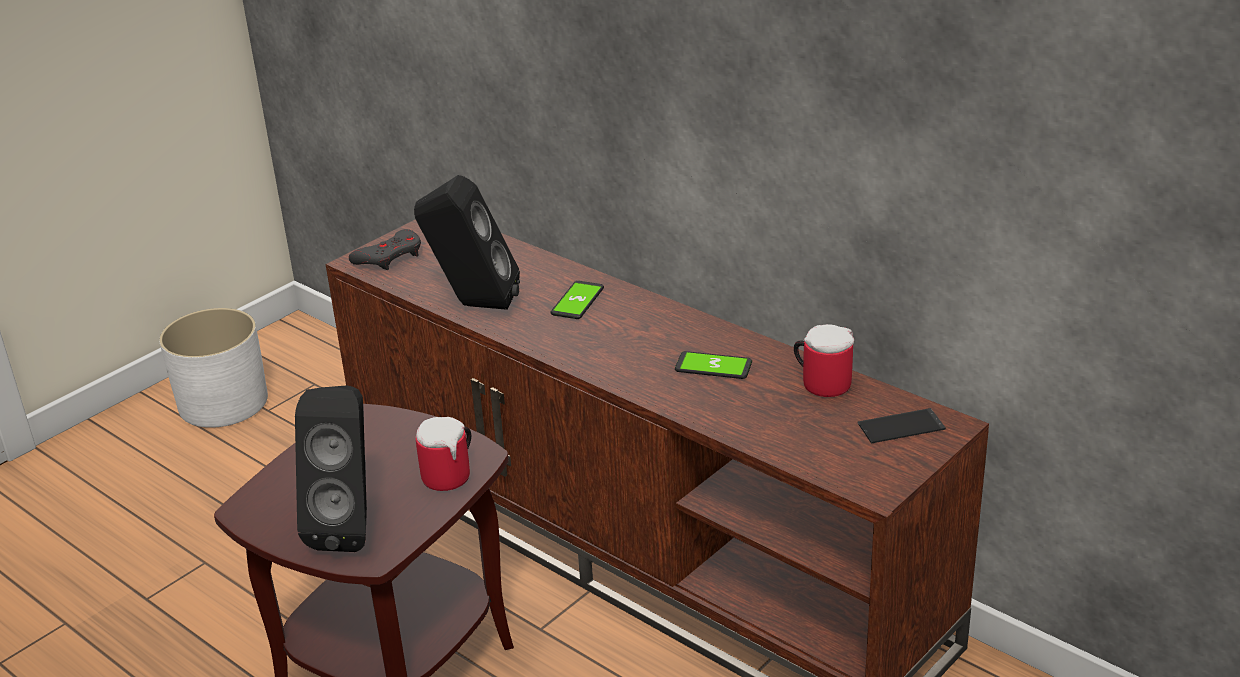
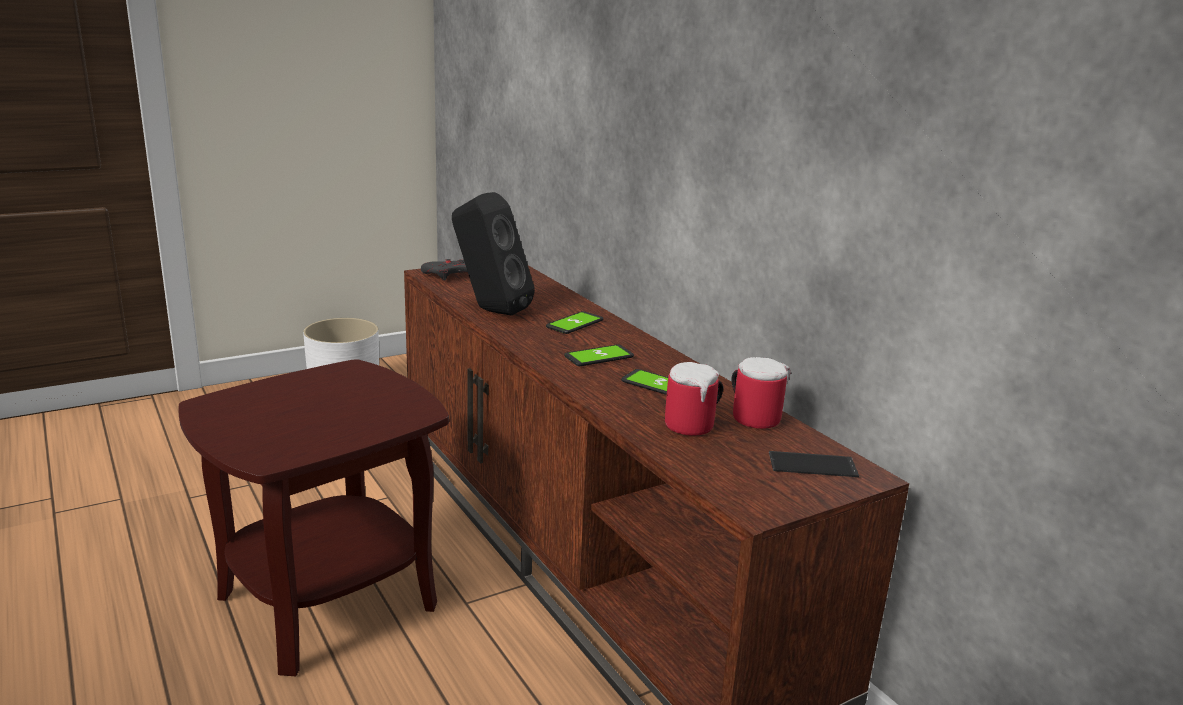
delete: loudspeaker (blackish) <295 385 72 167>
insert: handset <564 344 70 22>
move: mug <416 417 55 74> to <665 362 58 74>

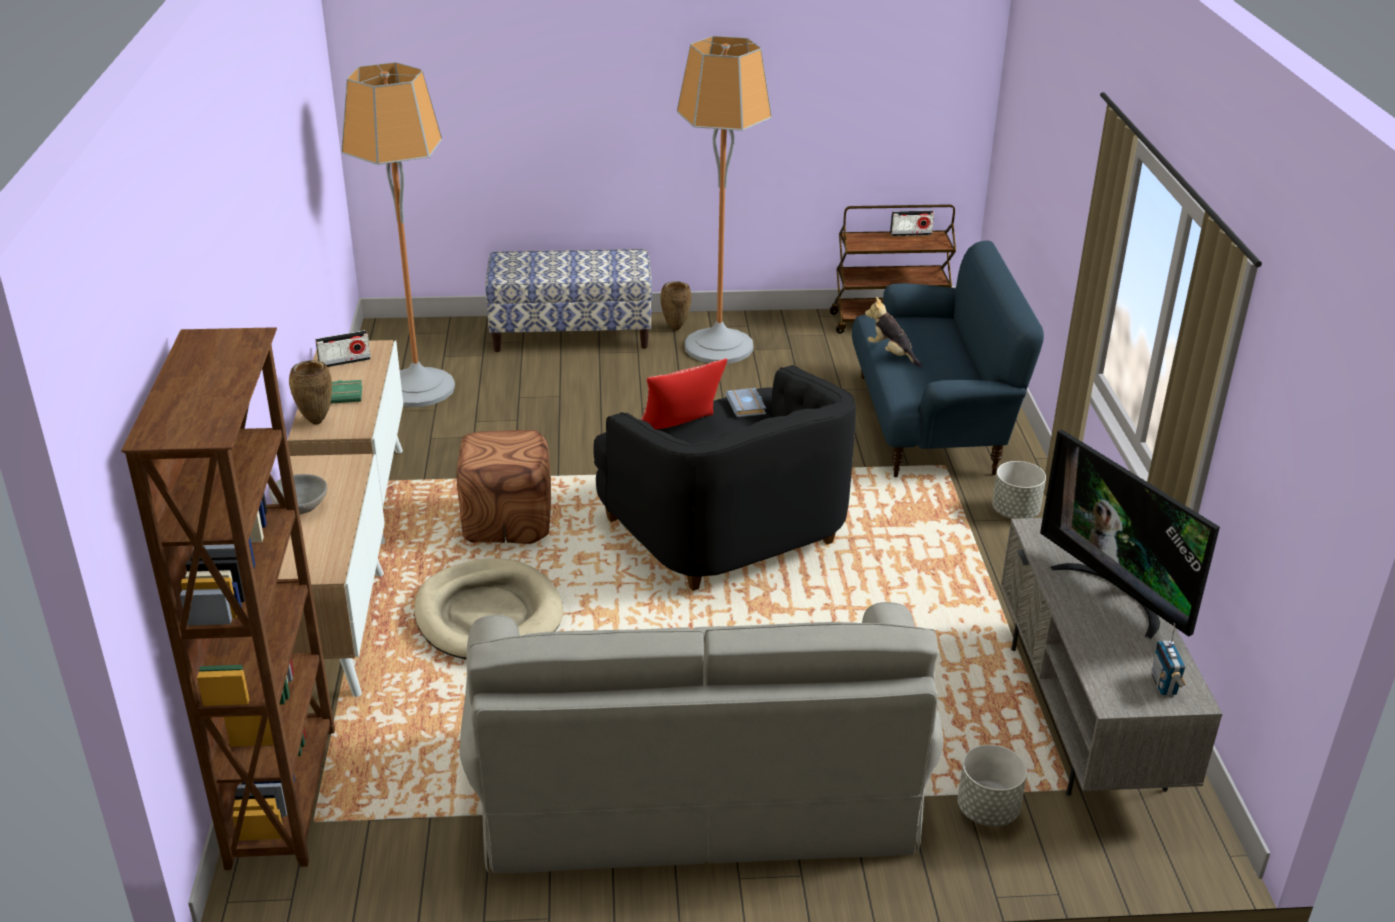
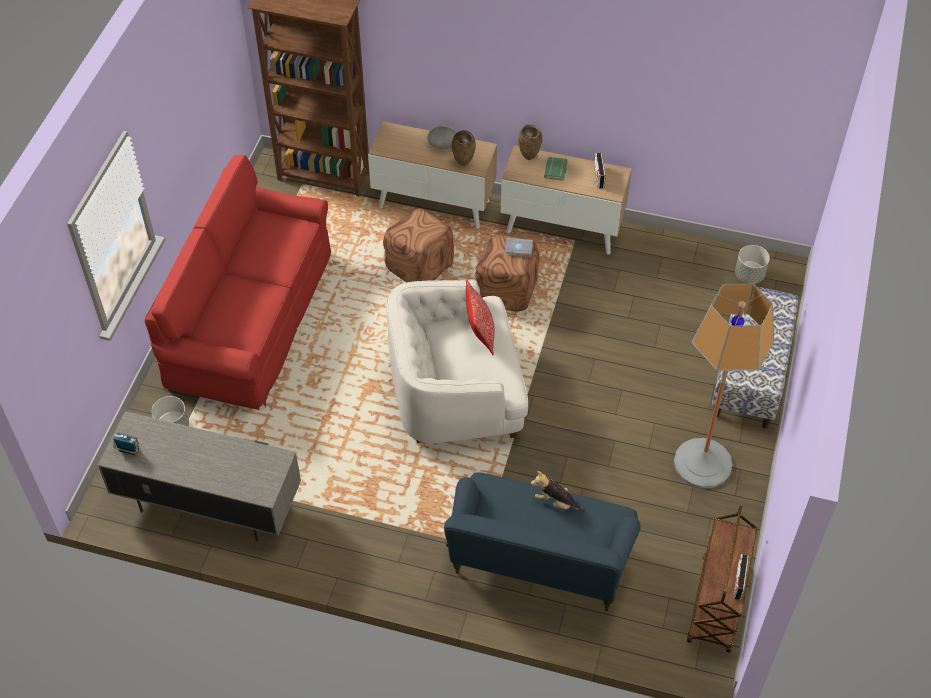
delete: floor lamp <341 62 114 345>; TV <1040 430 180 209>
move: decorative vase (brownish) <660 281 31 49> to <452 130 24 36>; volume (greyish) <725 388 41 29> to <505 238 28 19>; planter (greyish) <992 461 54 58> to <735 245 35 39>
replace: dog bed (sand-coloured) <414 558 149 102> to ottoman (brownish) <383 208 71 74>
recolor: couch (greyish) <460 602 484 271> to couch (red) <145 155 186 255>; easy chair (blackish) <593 365 263 226> to easy chair (whitish) <386 279 142 164>
rotate: plush toy <865 297 57 70> = <531 471 54 41> 135 degrees counterclockwise

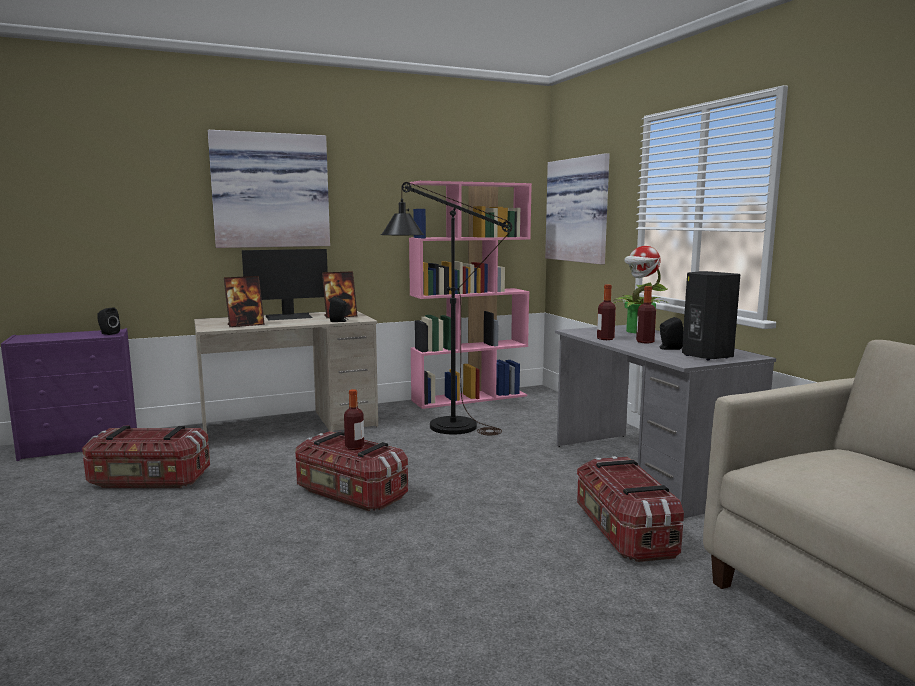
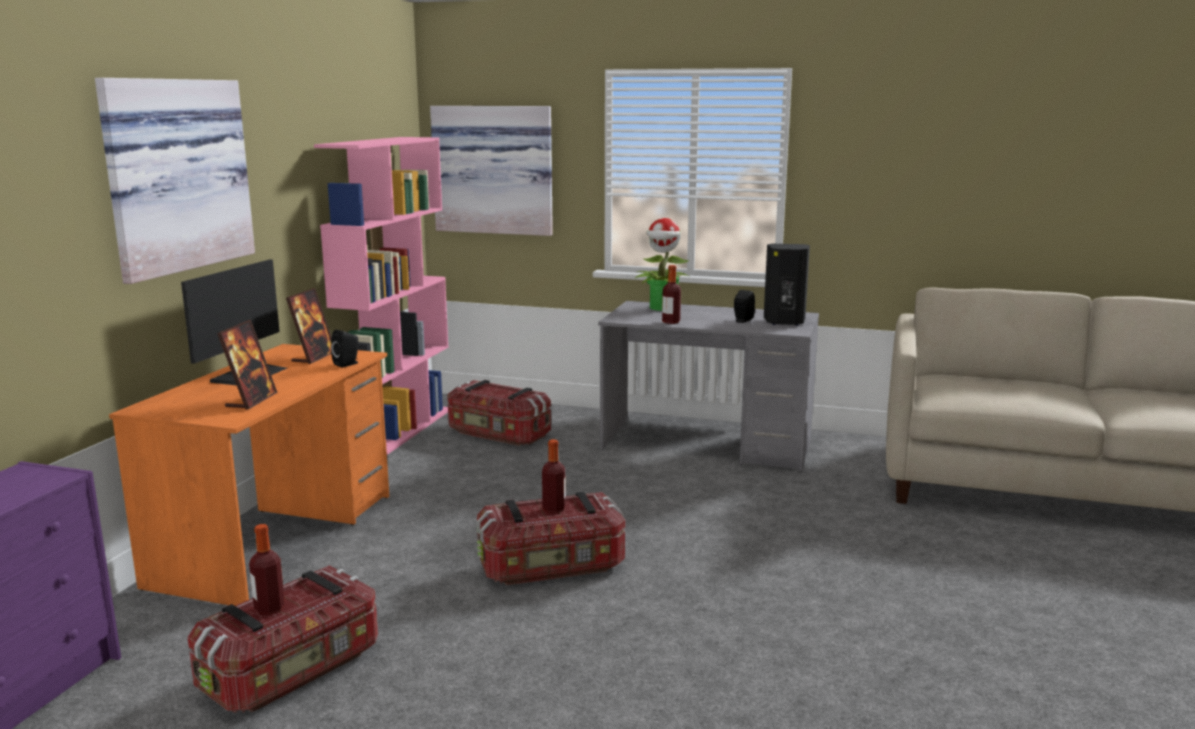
delete: loudspeaker (blackish) <97 307 23 28>; floor lamp (blackish) <381 182 131 253>
move: drink bottle <636 286 20 57> to <249 524 36 91>; storage container <577 456 107 106> to <447 380 104 66>
recolor: desk (sand-coloured) <194 311 184 132> to desk (orange-coloured) <109 344 280 262>

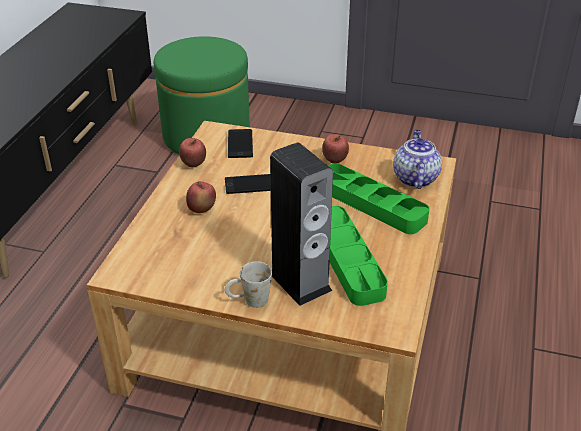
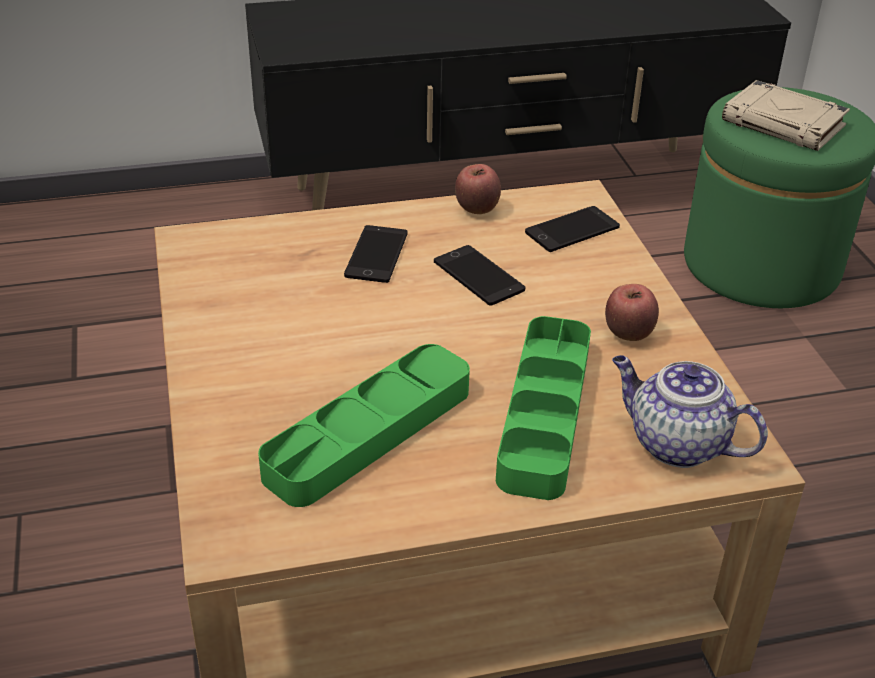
delete: mug (whitish) <225 261 47 47>; loudspeaker <270 142 63 164>
insert: volume (sand-coloured) <722 80 128 71>
replace: whole apple <186 181 30 32> to handset <344 225 64 58>
rotate: tea pot <393 129 49 60> = <612 355 156 113> 120 degrees counterclockwise

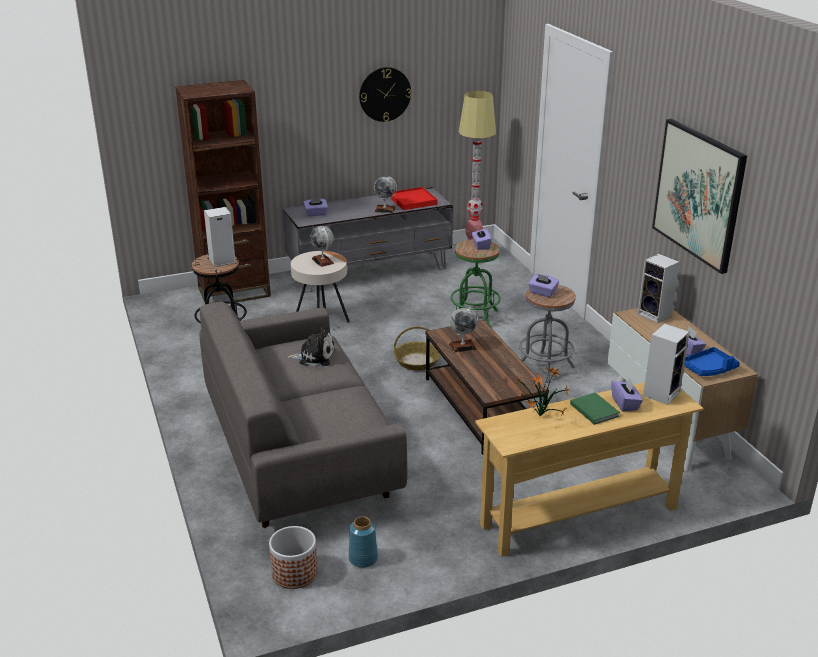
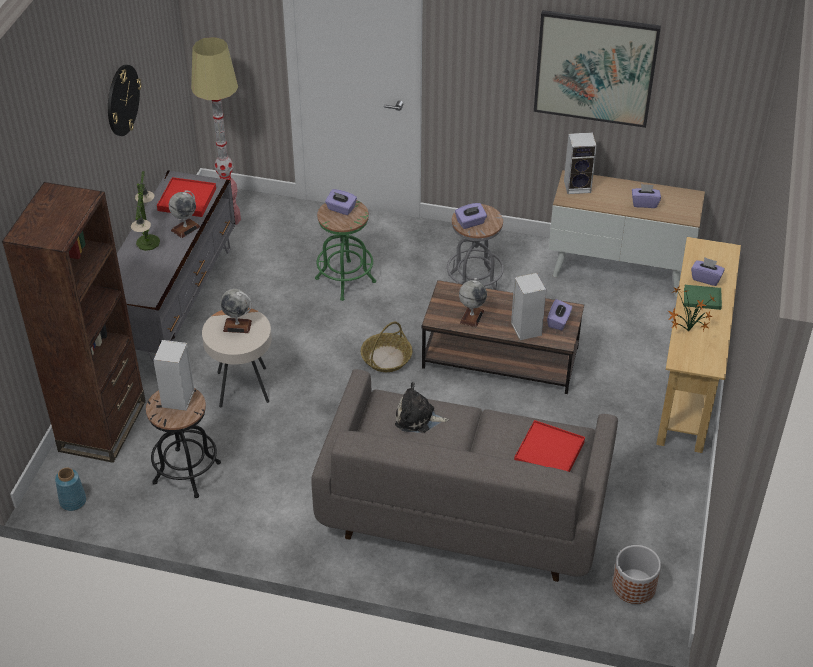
delete: carrying tray (blue) <684 347 56 29>
insert: lamp for a table <131 171 29 80>; carrying tray (red) <514 420 71 52>
move: decorative vase (blue) <349 516 29 52> to <55 468 31 43>; loudspeaker <643 324 47 81> to <511 273 35 67>; box of tissues (purplish) <303 198 25 18> to <547 299 25 31>
rotate: plush toy <287 326 48 41> = <395 382 54 51> 120 degrees counterclockwise

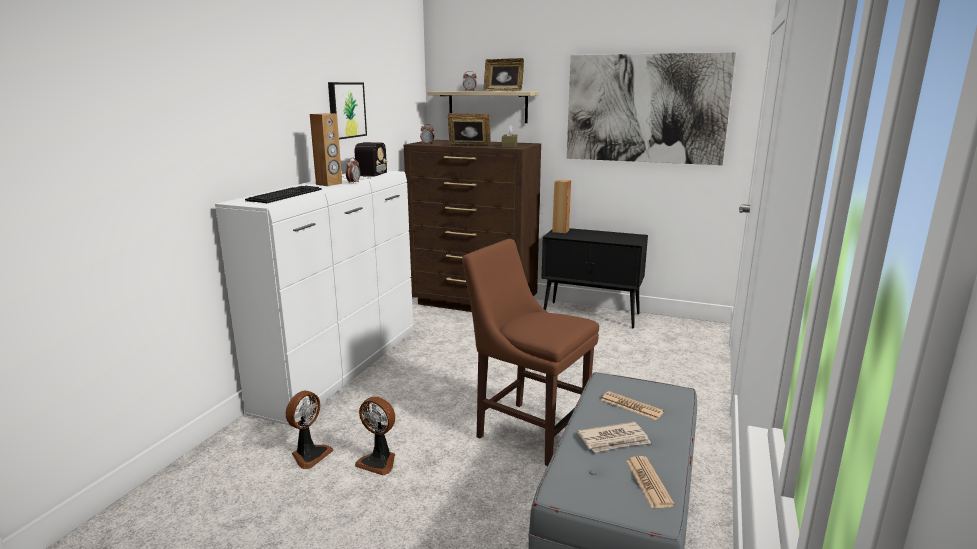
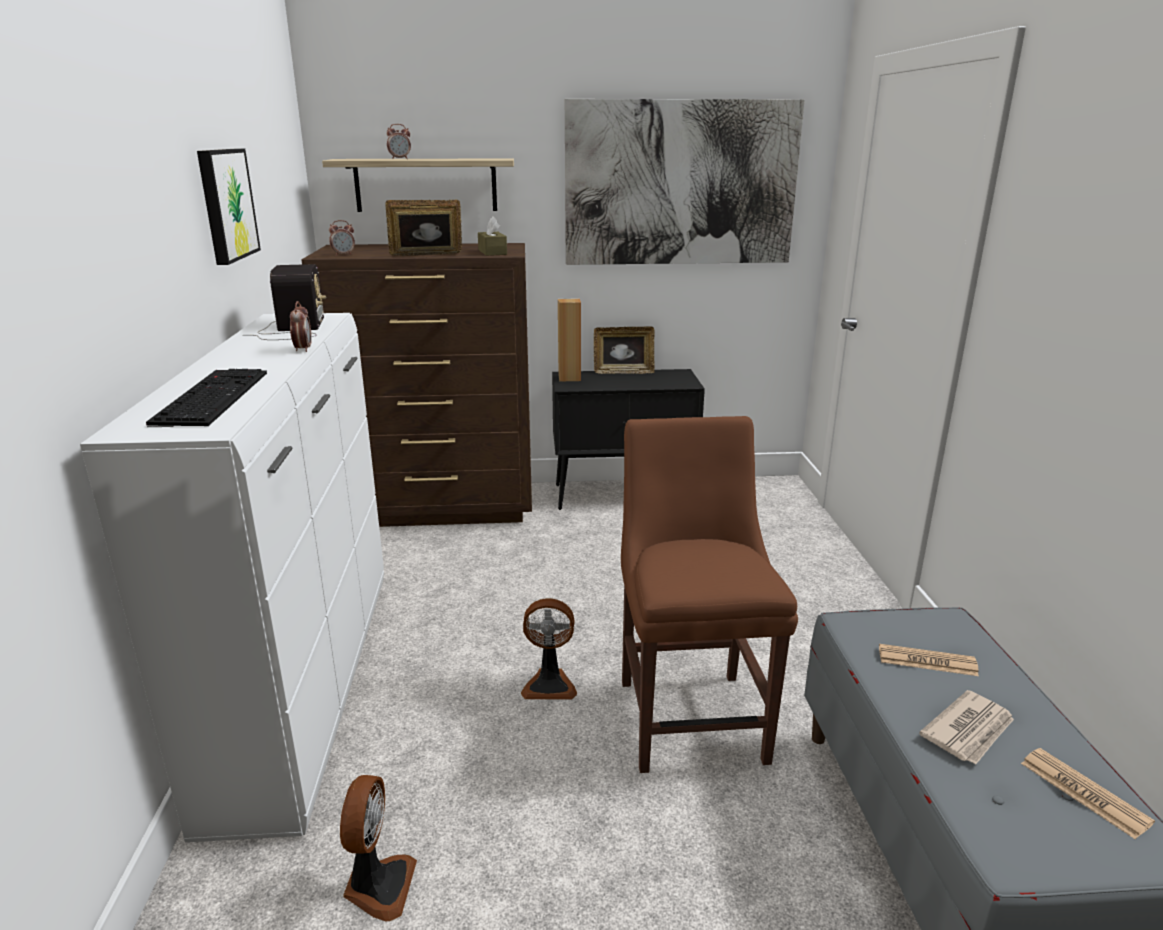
delete: loudspeaker (brownish) <310 113 32 73>
move: electric fan <355 396 40 79> to <521 598 56 101>; picture frame <483 58 41 33> to <594 327 61 47>
rotate: chair (brownish) <462 239 137 227> = <621 416 177 357> 75 degrees clockwise

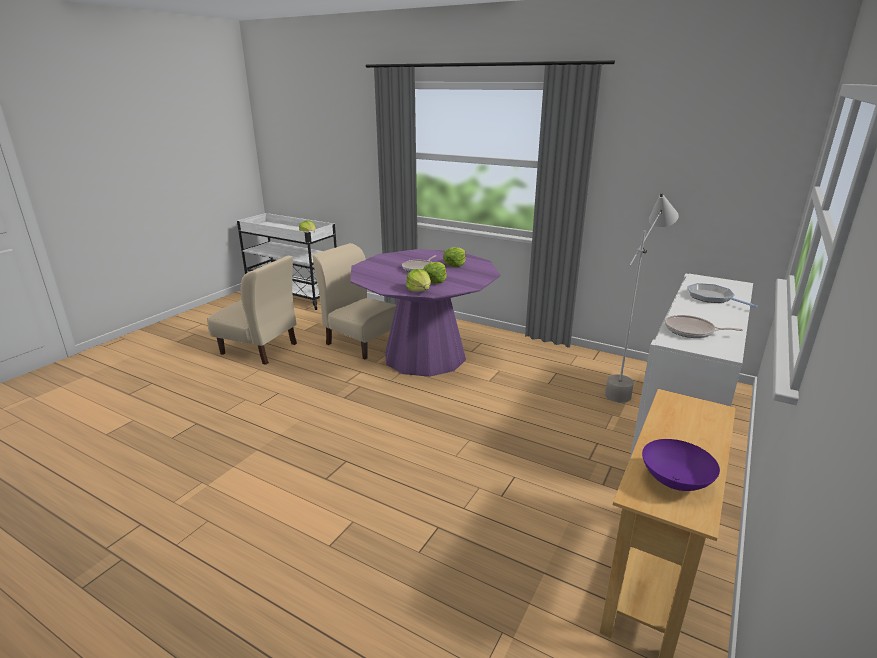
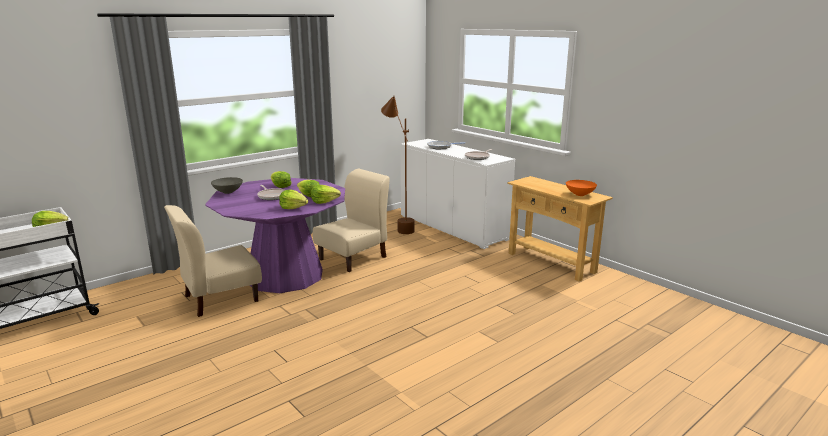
insert: bowl (greyish) <211 177 32 17>; head of lettuce <279 190 29 19>
move: chair (sand-coloured) <207 256 90 109> to <313 169 77 103>
recolor: floor lamp (greyish) <605 193 74 210> to floor lamp (brownish) <381 96 34 138>; bowl (purplish) <642 439 78 52> to bowl (orange-coloured) <566 180 31 16>

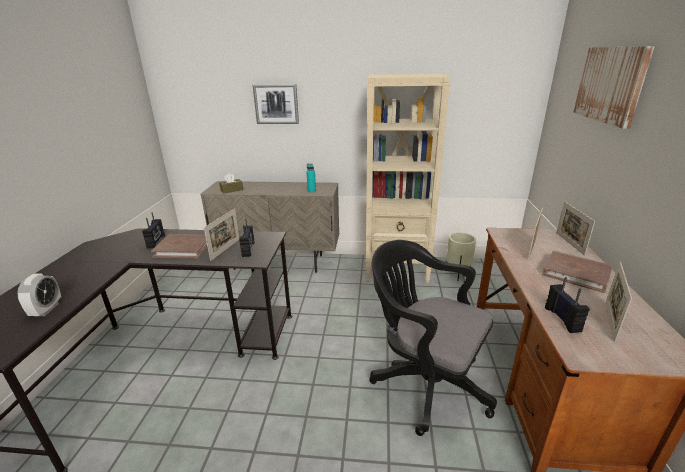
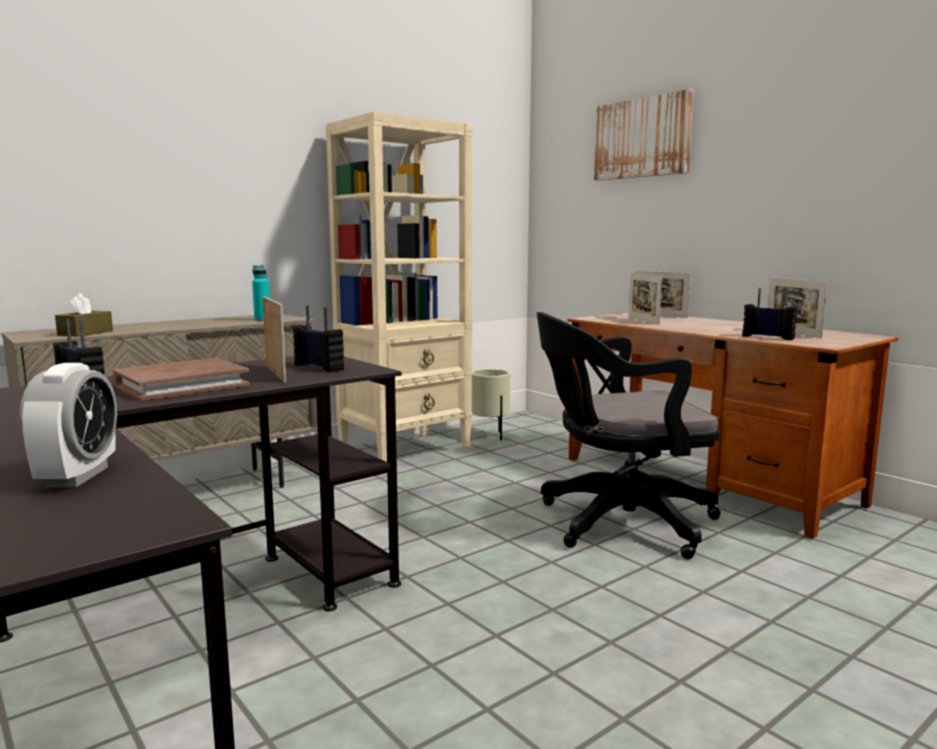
delete: wall picture <253 84 46 40>; volume (brownish) <542 251 71 42>
rotate: table clock <17 273 44 43> = <19 363 98 124> 45 degrees clockwise

